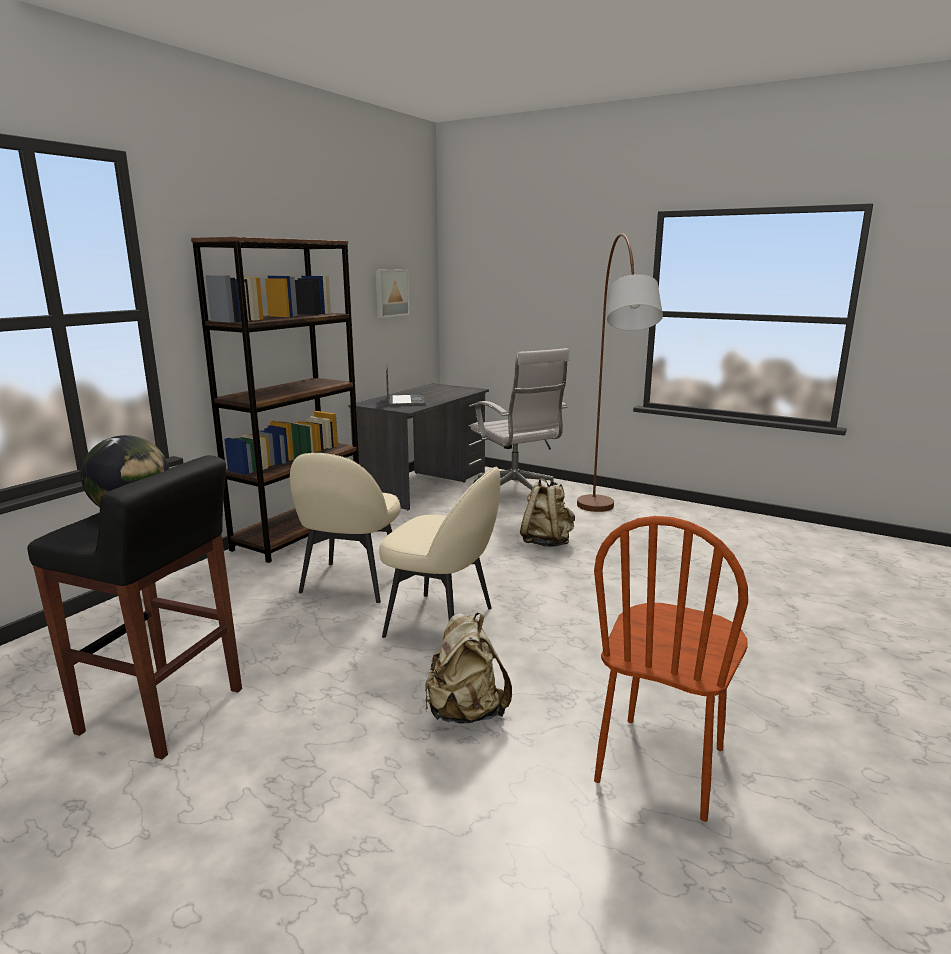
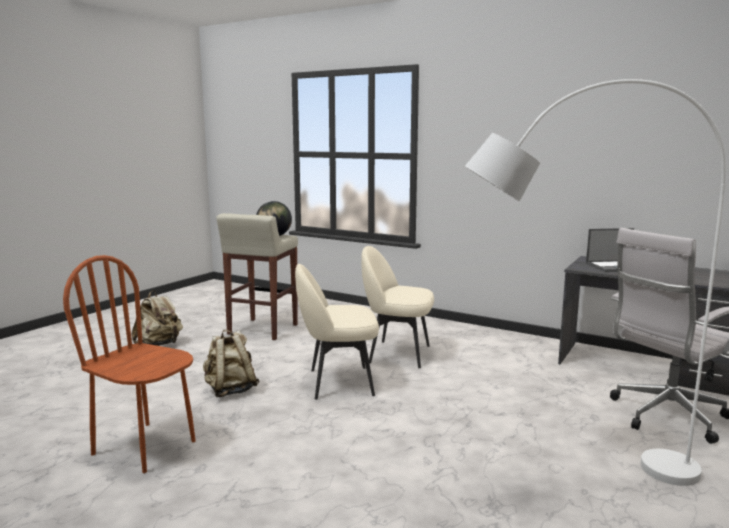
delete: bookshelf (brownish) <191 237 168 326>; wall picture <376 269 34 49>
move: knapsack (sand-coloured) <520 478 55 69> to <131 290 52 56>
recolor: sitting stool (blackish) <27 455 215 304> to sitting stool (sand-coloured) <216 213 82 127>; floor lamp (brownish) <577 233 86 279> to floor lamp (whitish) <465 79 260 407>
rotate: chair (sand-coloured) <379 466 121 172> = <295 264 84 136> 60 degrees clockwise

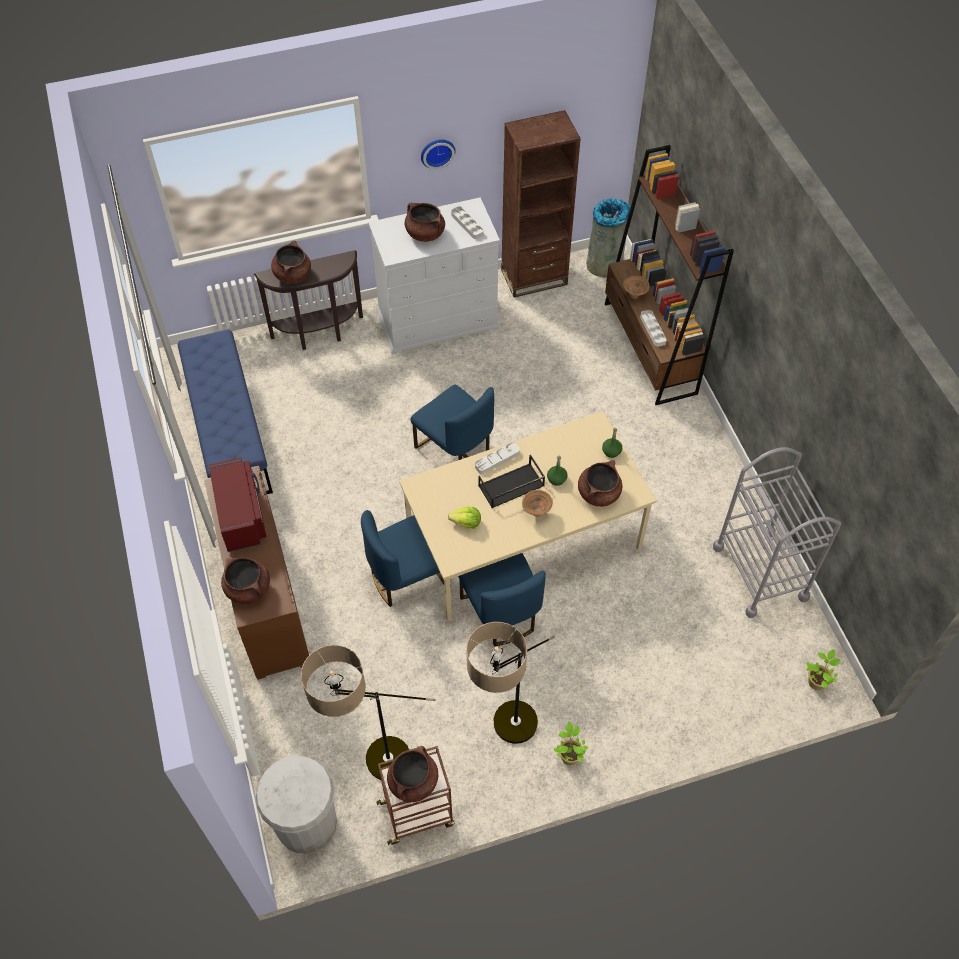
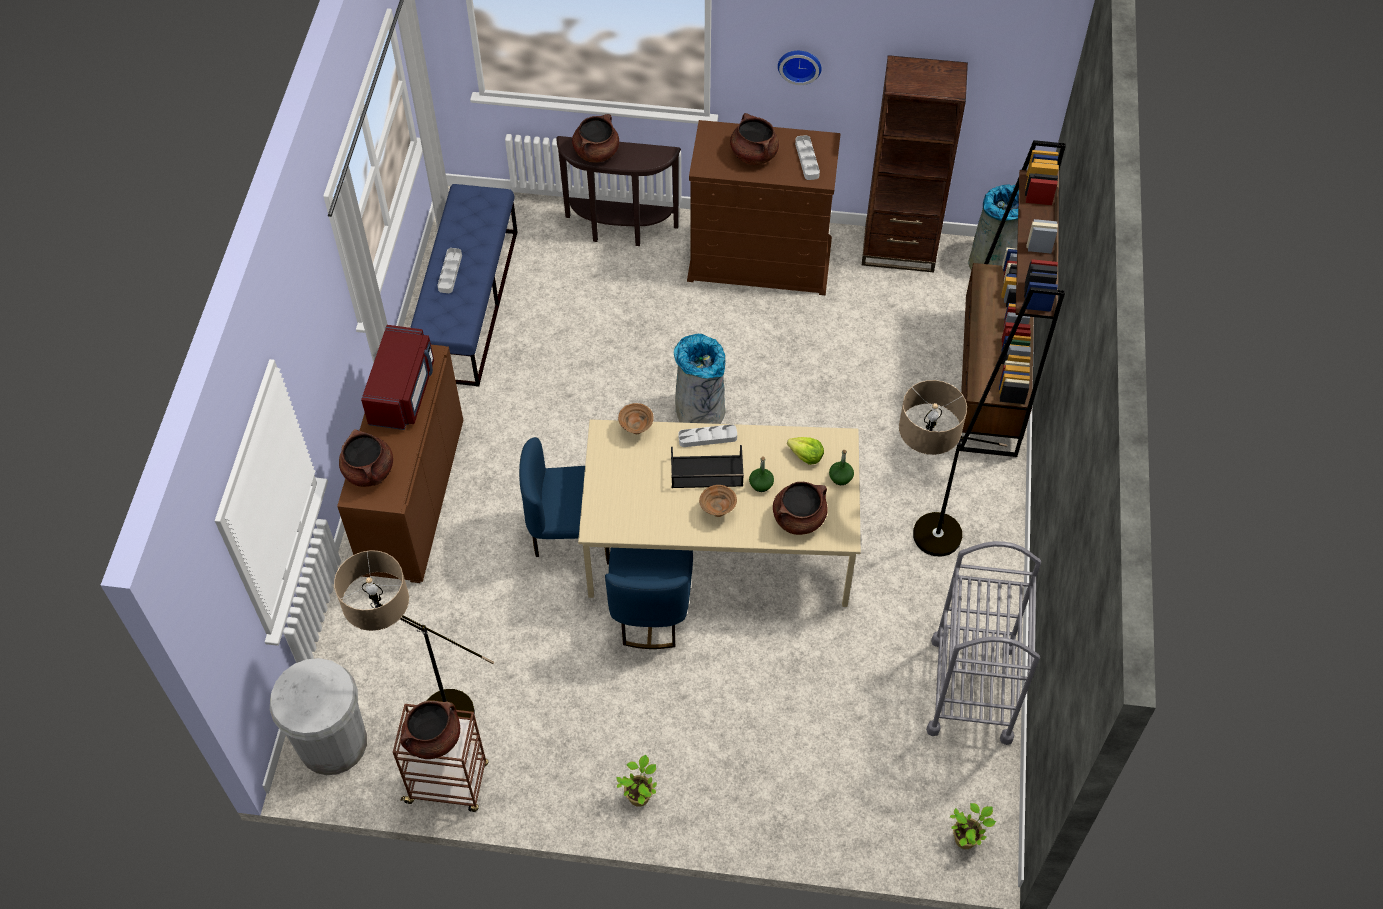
move: carrying tray (greyish) <640 310 27 37> to <437 248 25 45>; bowl (brownish) <623 276 26 23> to <618 403 36 31>; head of lettuce <448 507 33 22> to <787 437 37 28>; floor lamp <466 622 89 122> to <899 380 108 177>
replace: chair (blue) <410 385 84 75> to waste bin (greyish) <674 334 51 90>
recolor: chest of drawers (whitish) <368 197 132 158> to chest of drawers (brownish) <687 120 154 176>

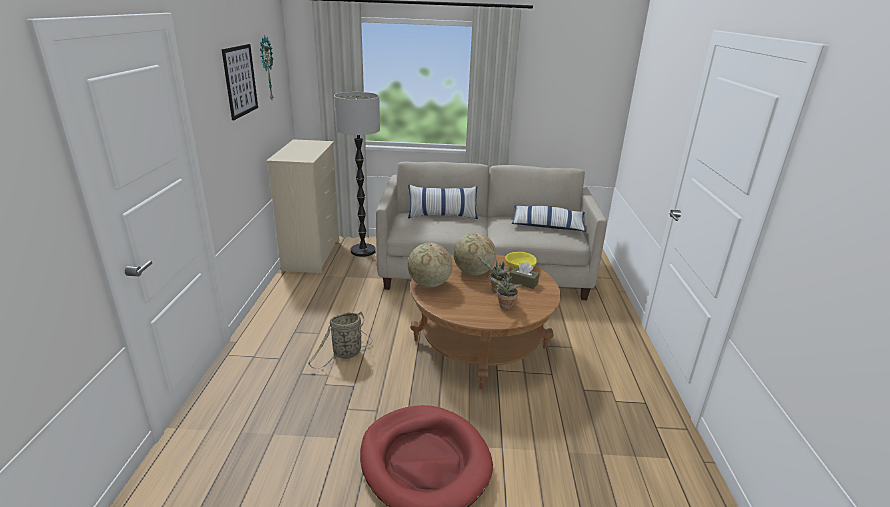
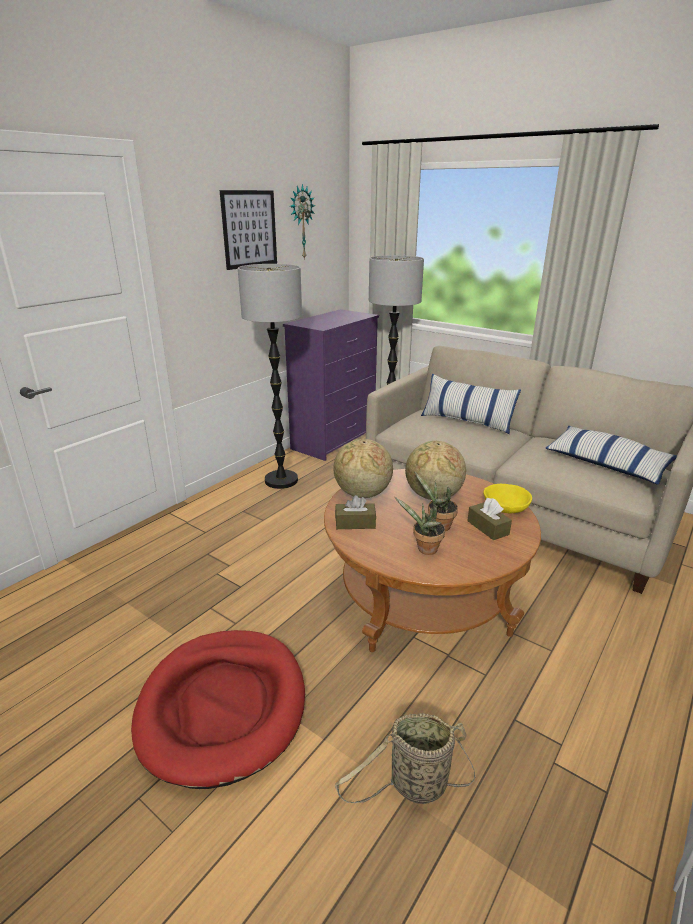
insert: floor lamp <238 264 64 225>; box of tissues (brownish) <335 495 41 34>
move: storage basket <308 312 65 57> to <335 713 141 91>
recolor: chest of drawers (sand-coloured) <266 139 73 134> to chest of drawers (purplish) <283 309 96 152>

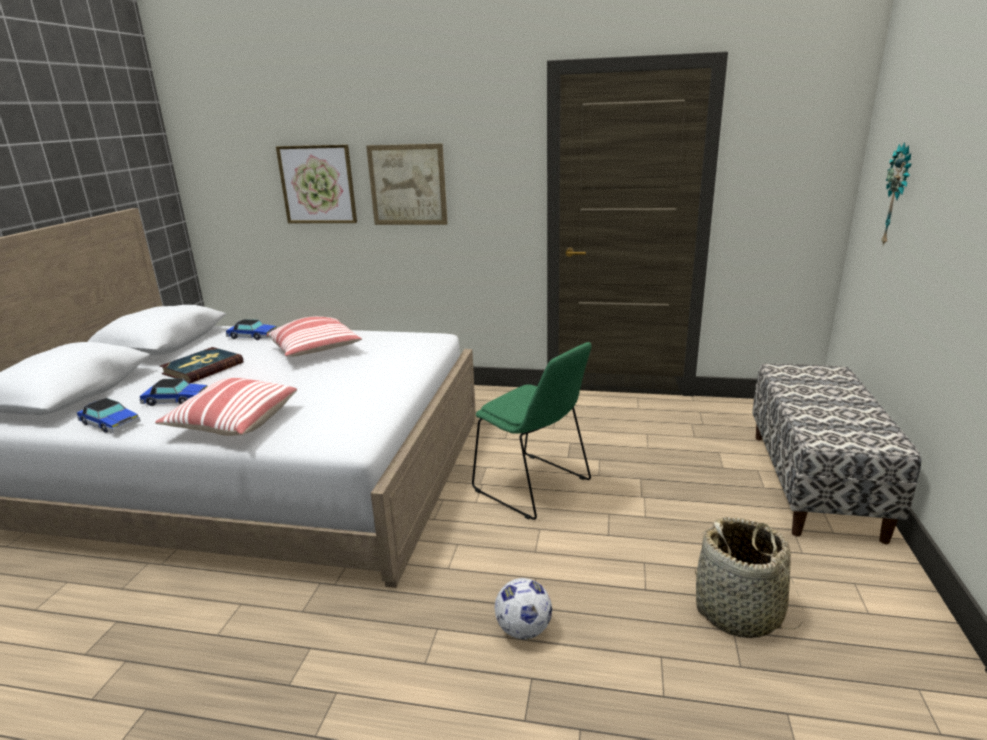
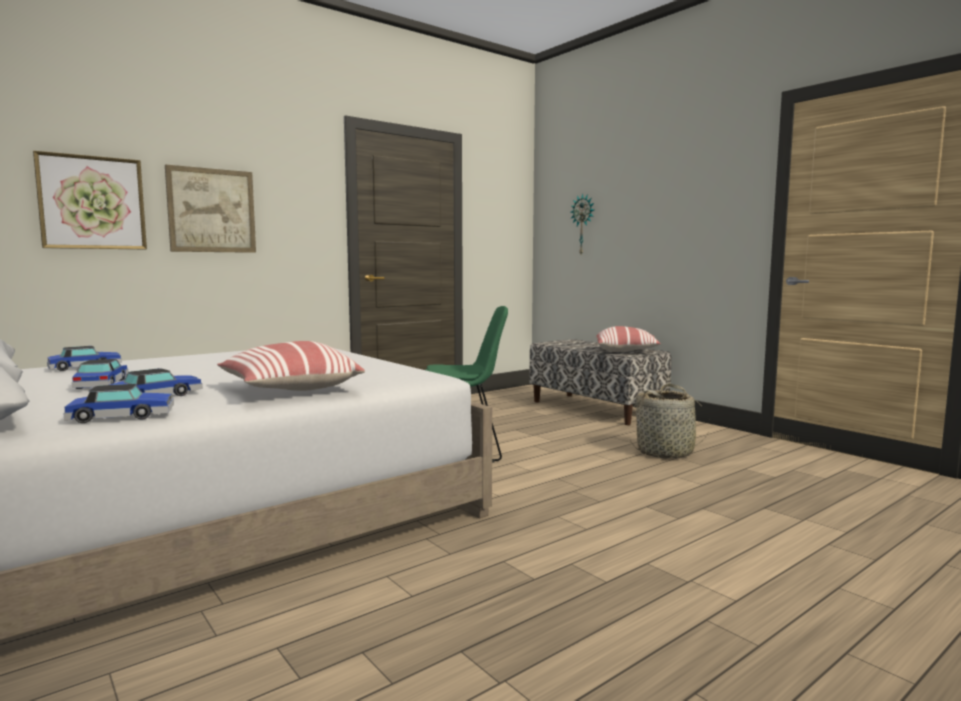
delete: ball for football <495 578 57 62>
move: throw pillow <266 316 96 41> to <596 326 65 26>
replace: volume <160 347 83 36> to model car <72 359 56 30>

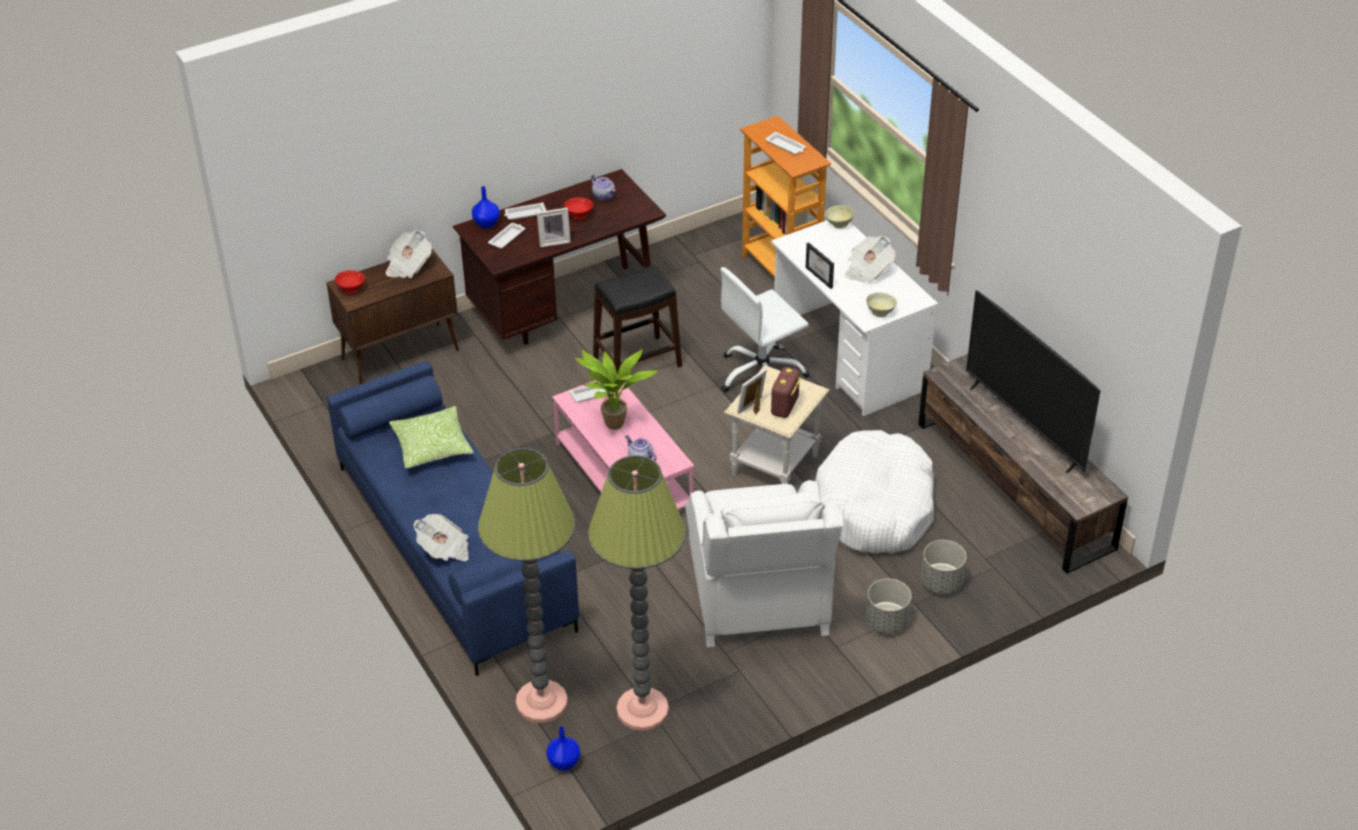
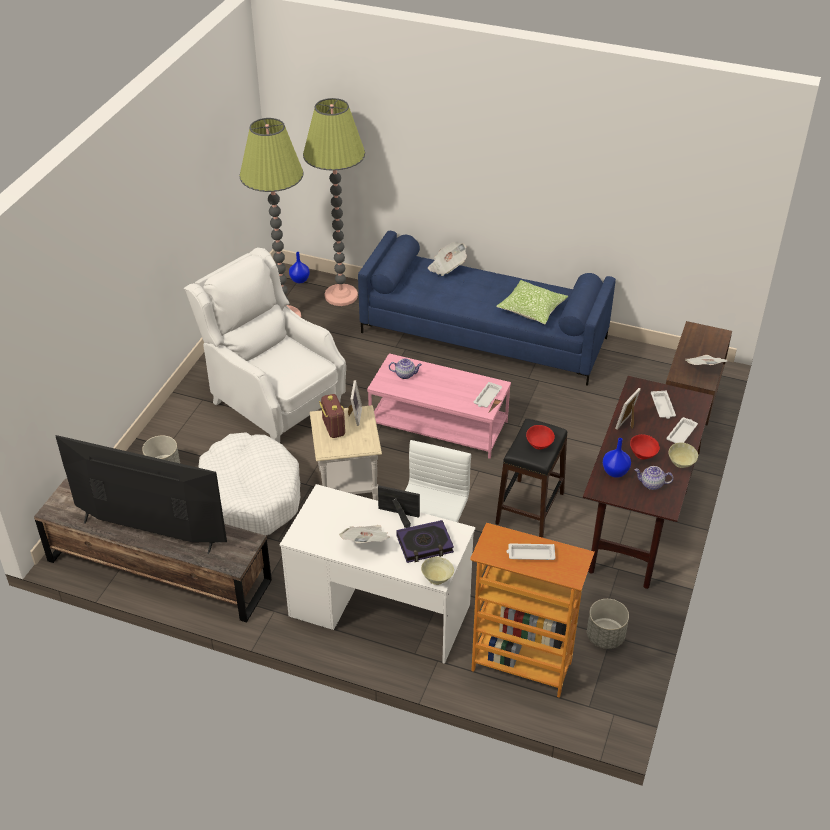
delete: plant in a pot <575 349 83 81>
insert: volume <396 520 58 43>
move: bowl (red) <334 270 31 24> to <526 425 29 24>; planter (greyish) <866 579 46 55> to <587 599 42 50>; decorative vase (blue) <472 186 28 43> to <603 438 28 40>; bowl (sand-coloured) <866 292 31 25> to <669 443 29 25>

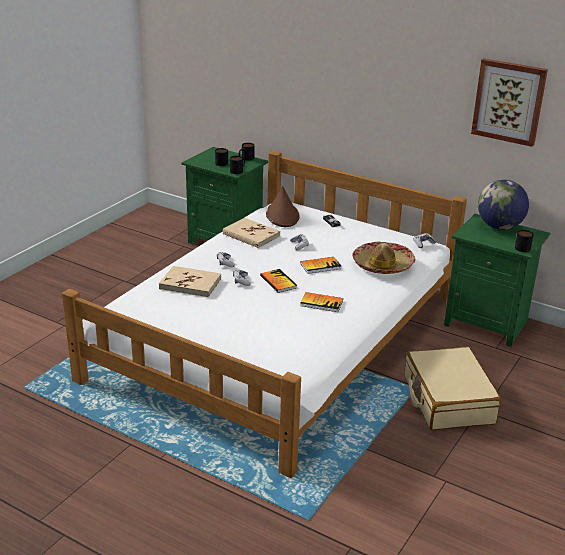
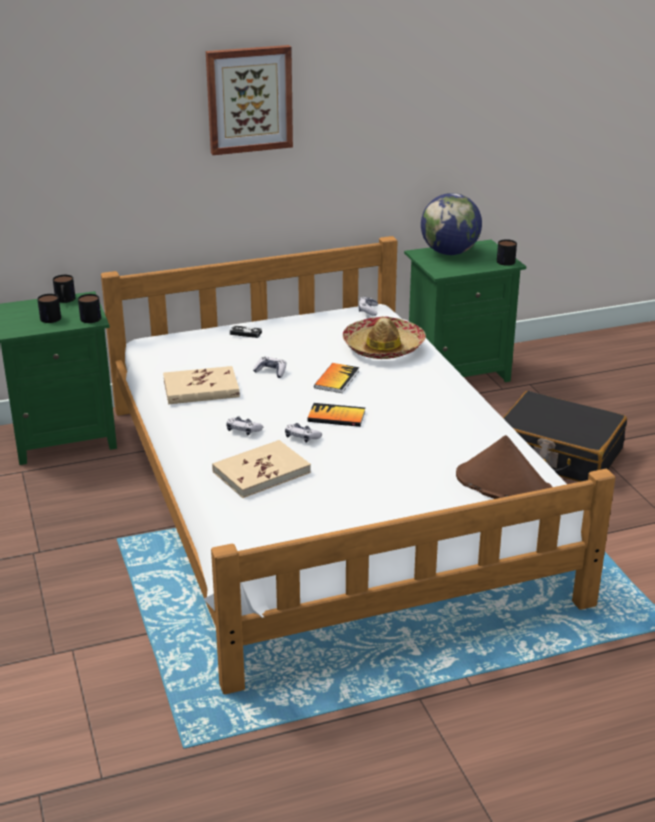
delete: volume <300 292 43 20>
move: wall picture <471 58 77 89> to <206 45 87 110>; wearable hat (brownish) <266 186 34 41> to <456 435 96 64>
recolor: travel case (sand-coloured) <405 347 97 83> to travel case (blackish) <503 391 124 91>

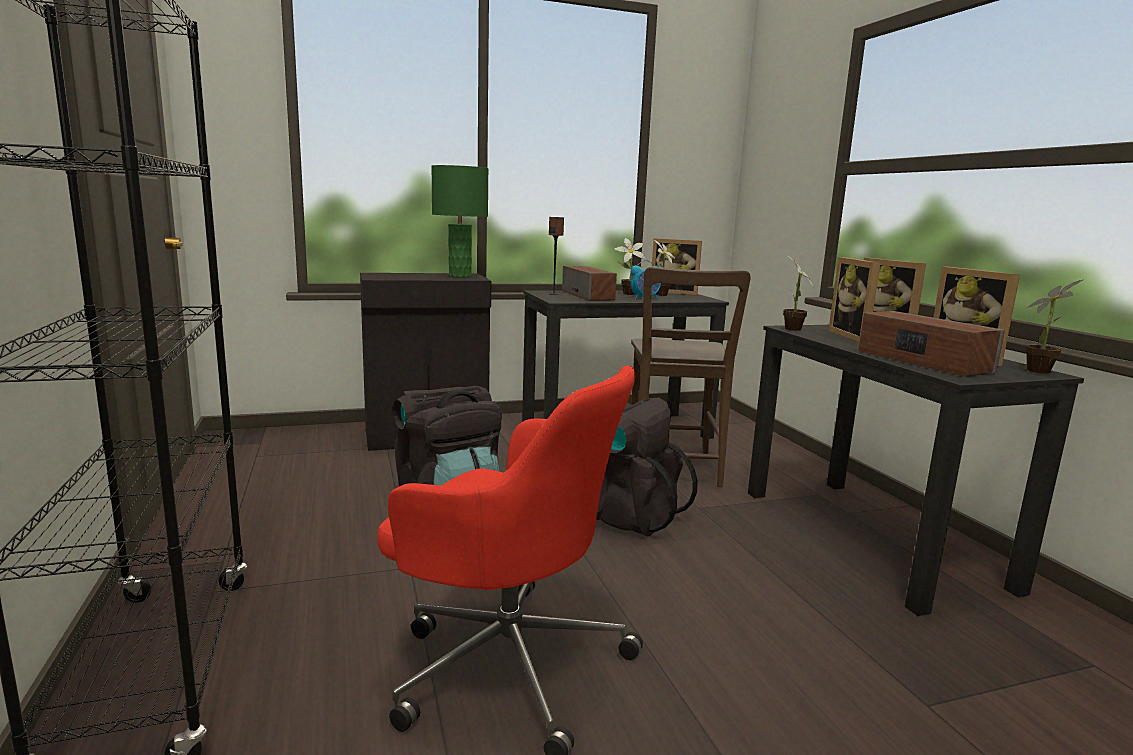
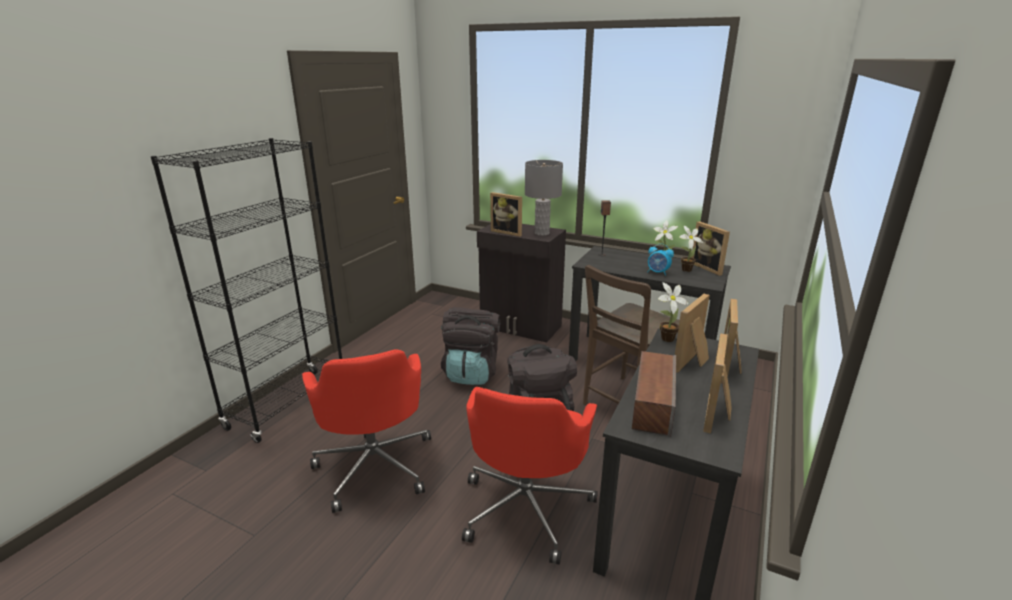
delete: loudspeaker <562 266 55 35>; plant in a pot <1025 279 59 95>
insert: computer chair (red) <462 387 136 178>; picture frame <490 192 32 45>
recolor: lamp for a table (green-coloured) <432 165 56 113> to lamp for a table (greyish) <525 160 38 76>

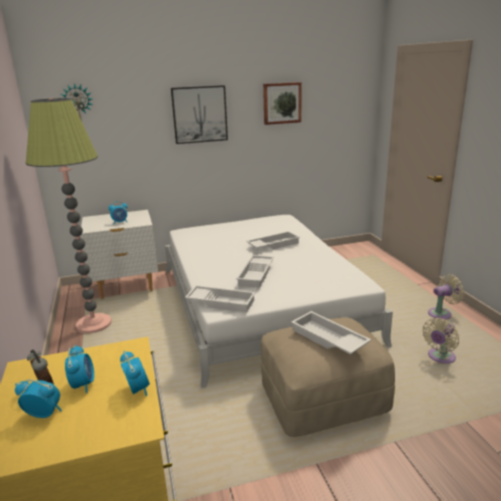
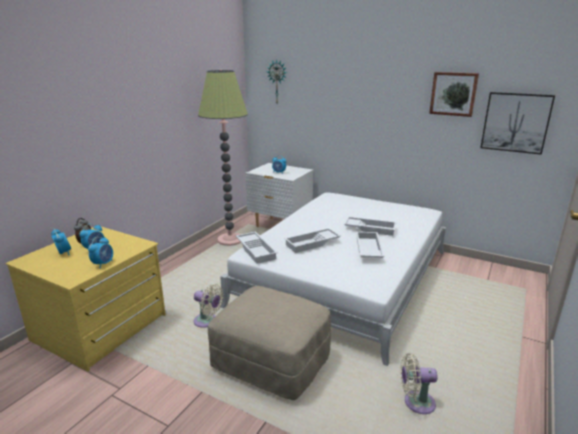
move: electric fan (sand-coloured) <428 274 36 46> to <194 284 29 44>; carrying tray (whitish) <291 311 80 43> to <356 232 28 26>; wall picture <171 85 57 59> to <480 92 75 63>

